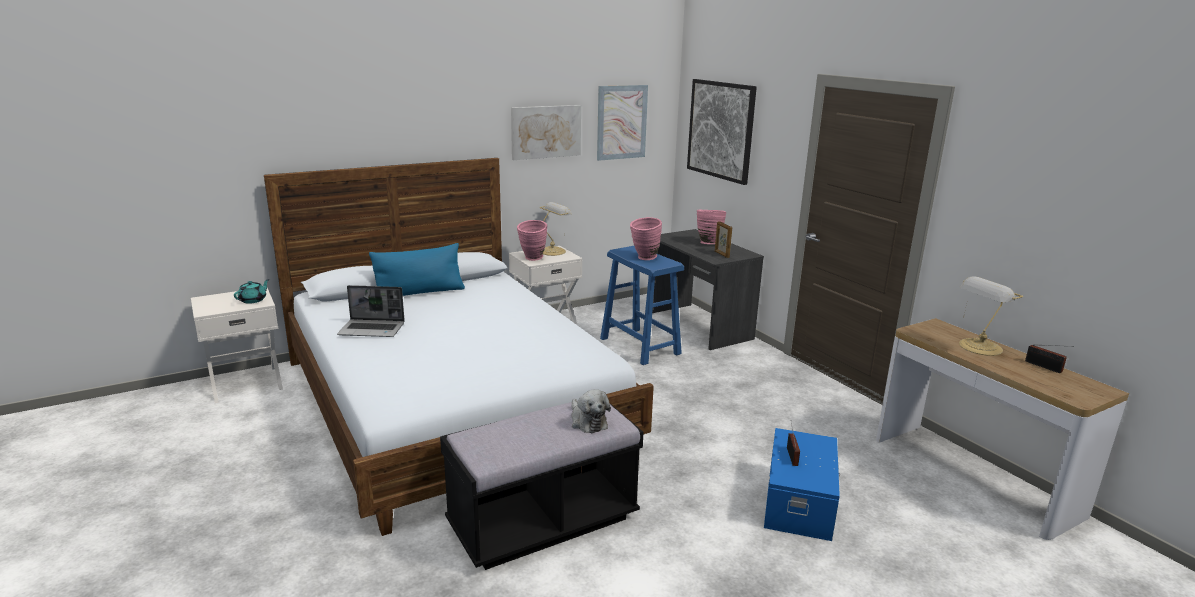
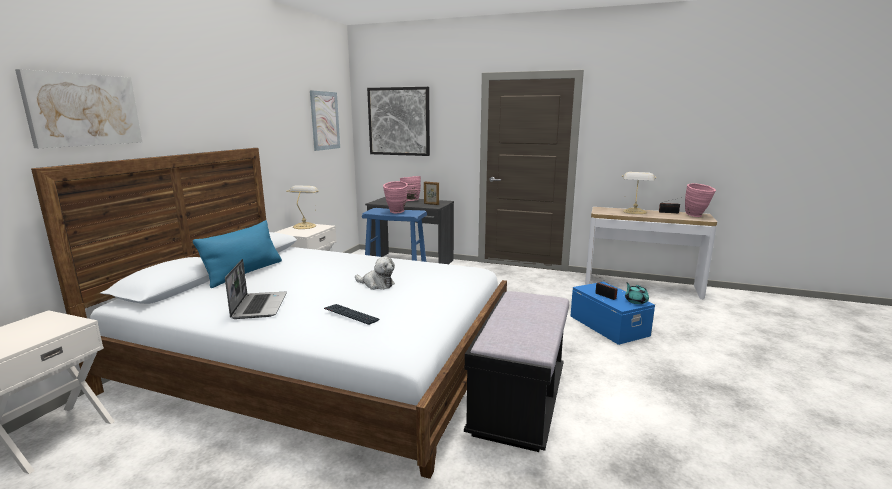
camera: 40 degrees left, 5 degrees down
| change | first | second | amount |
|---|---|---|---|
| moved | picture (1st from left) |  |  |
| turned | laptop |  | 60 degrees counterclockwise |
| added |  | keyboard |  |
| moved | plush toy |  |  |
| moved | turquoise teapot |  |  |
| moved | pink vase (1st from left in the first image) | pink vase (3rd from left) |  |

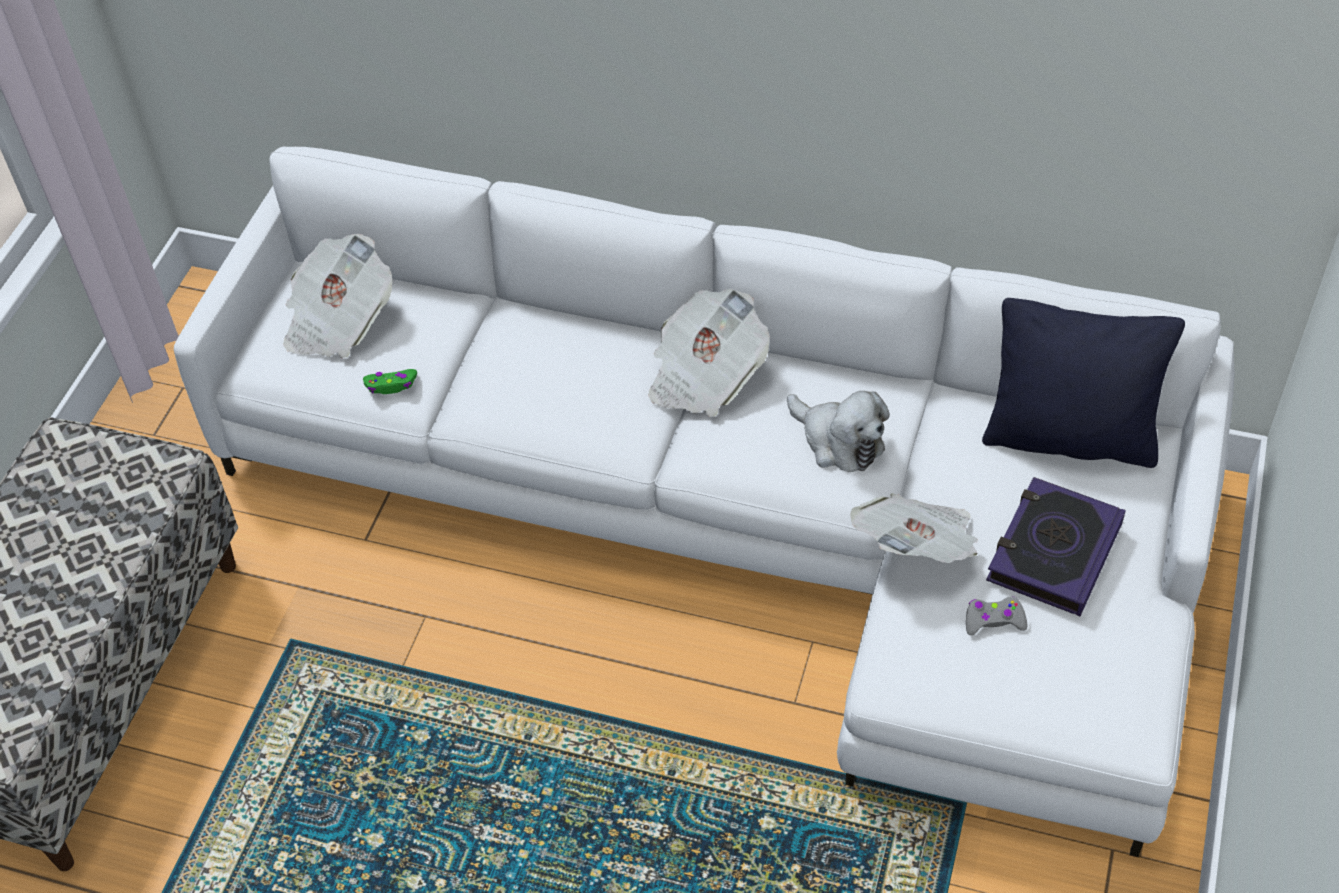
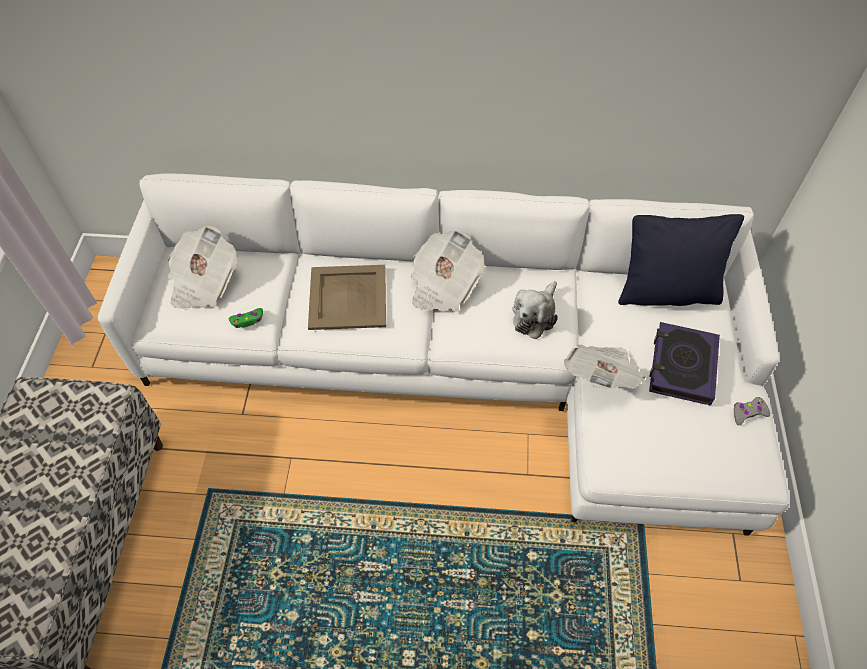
camera: 15 degrees left, 5 degrees up
| change | first | second | amount |
|---|---|---|---|
| added |  | beige tray |  |
| turned | plush toy |  | 90 degrees clockwise |
| moved | grey game controller |  |  |

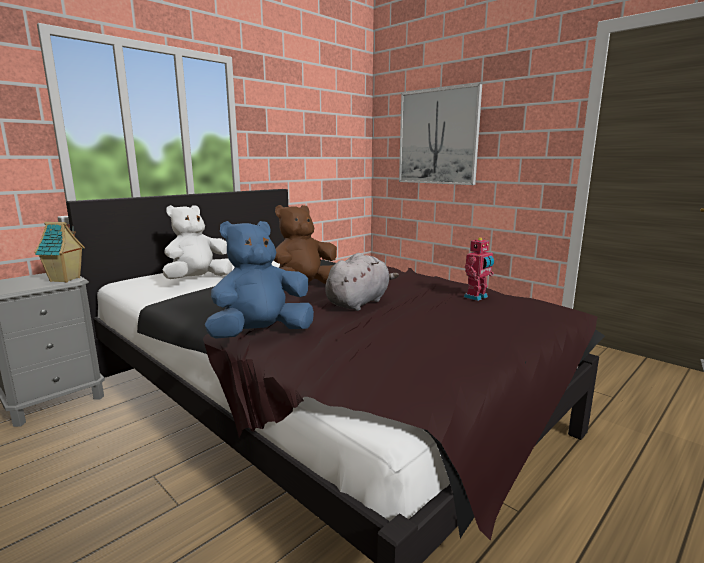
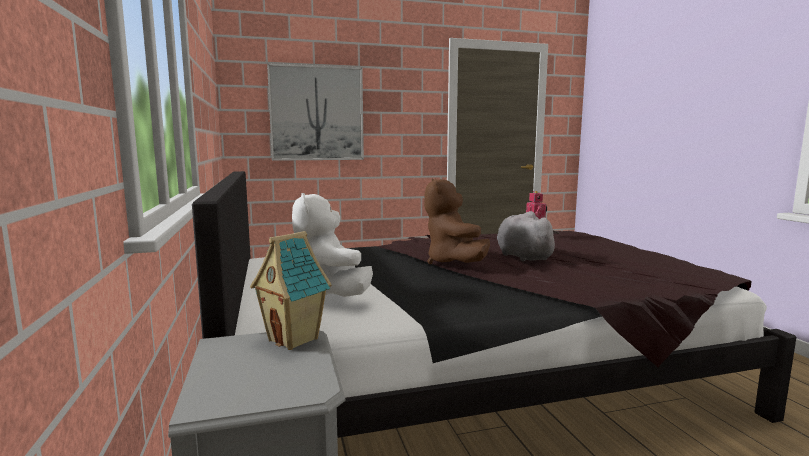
camera: 60 degrees left, 5 degrees down
| change | first | second | amount |
|---|---|---|---|
| removed | blue plush toy |  |  |

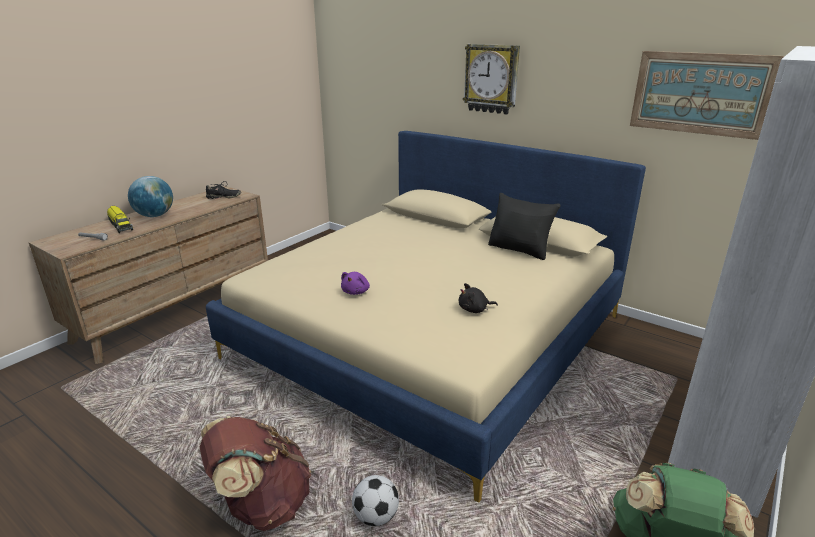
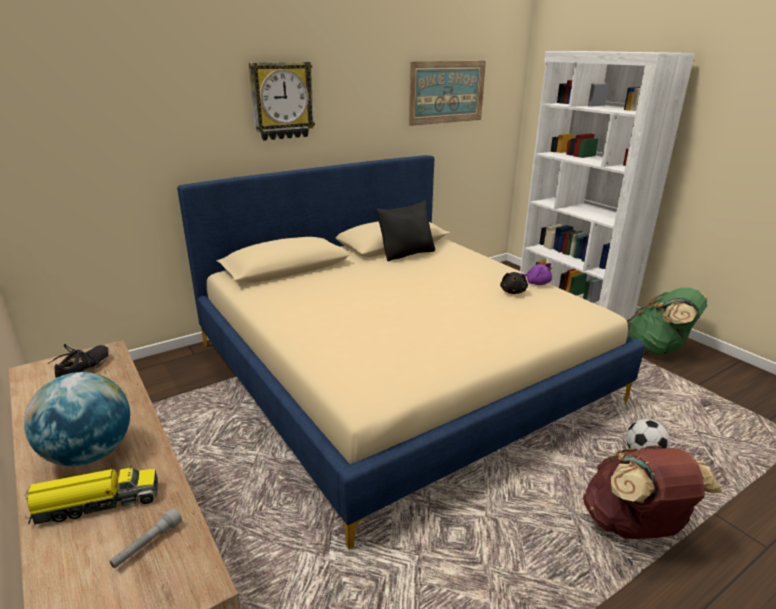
camera: 70 degrees left, 0 degrees up
| change | first | second | amount |
|---|---|---|---|
| moved | purple plush toy |  |  |

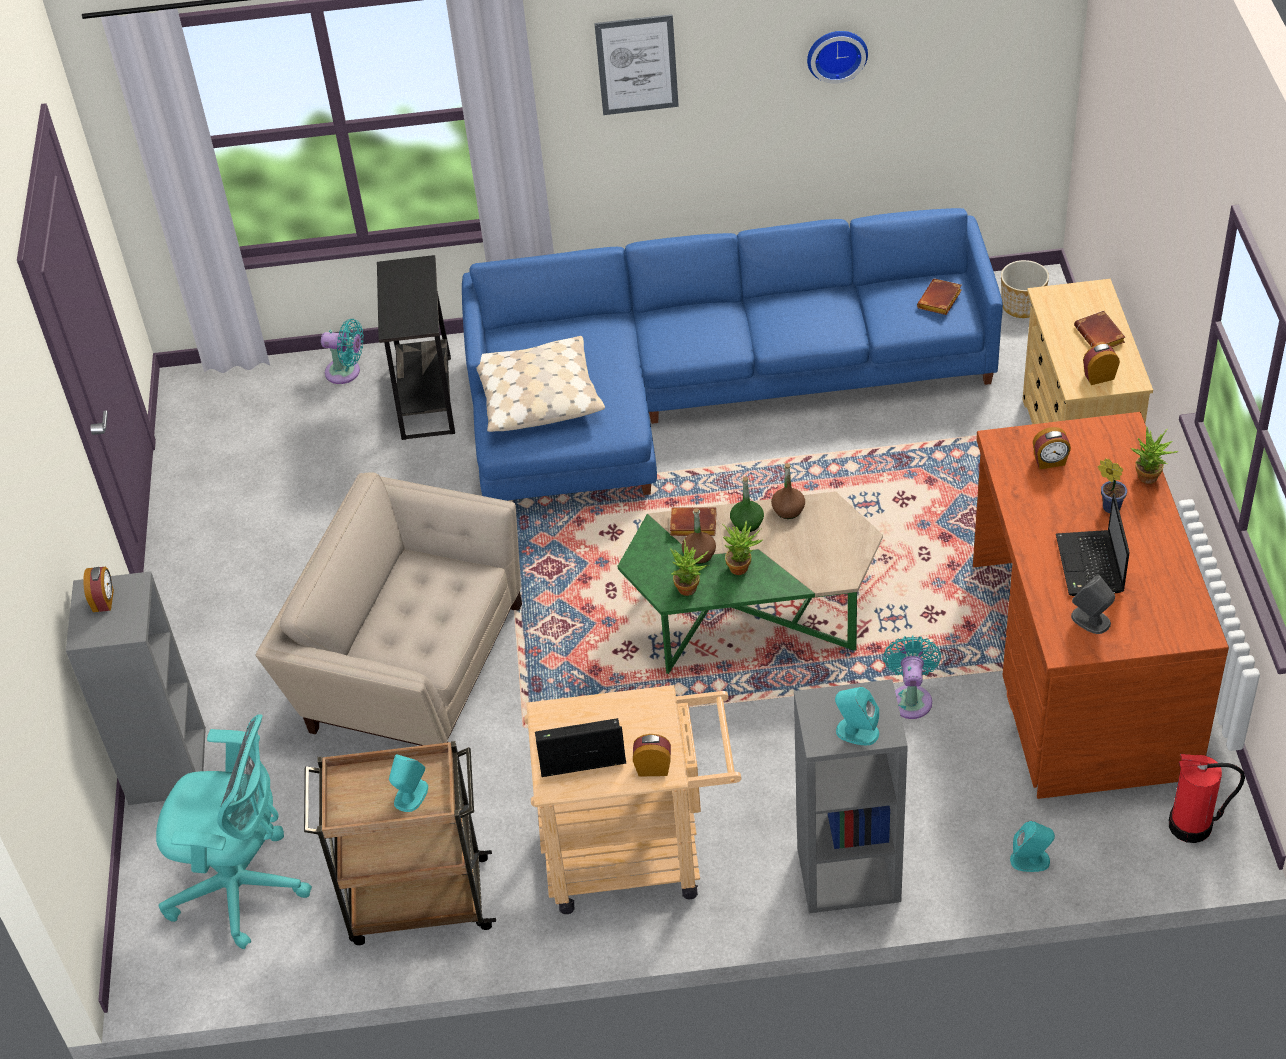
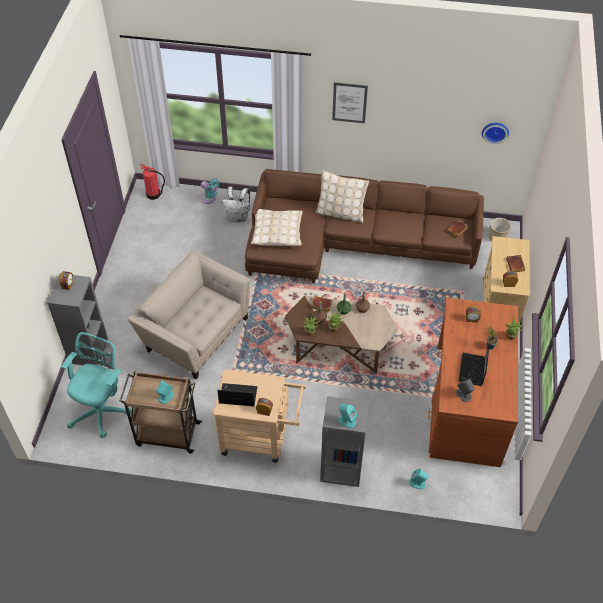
camera: 10 degrees right, 5 degrees up
| change | first | second | amount |
|---|---|---|---|
| turned | turquoise office chair |  | 90 degrees counterclockwise |
| moved | fire extinguisher |  |  |
| replaced | black side table | white backpack |  |
| recoloured | blue sofa | brown sofa |  |
| recoloured | green coffee table | brown coffee table |  |
| added |  | beige pillow (2nd from left) |  |
| moved | wall clock |  |  |
| removed | turquoise fan (2nd from left) |  |  |

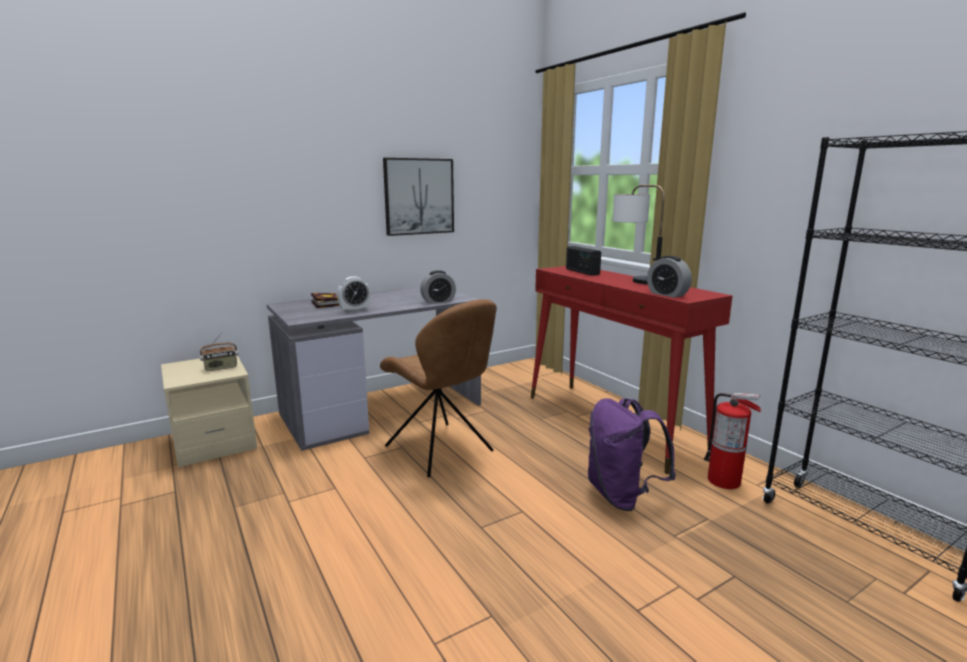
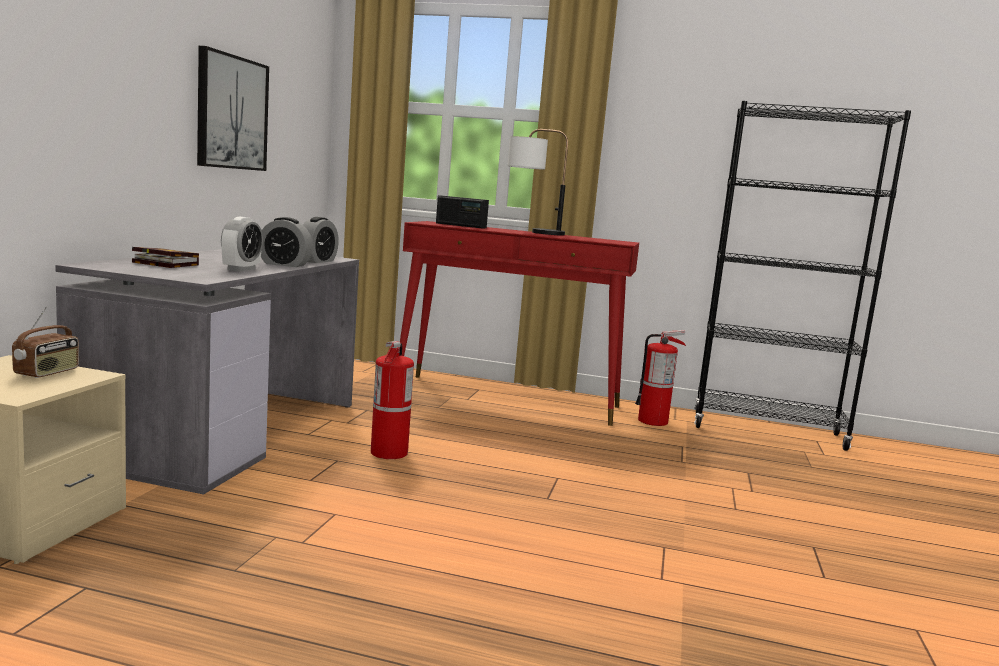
camera: 45 degrees left, 5 degrees down
| change | first | second | amount |
|---|---|---|---|
| moved | alarm clock (3rd from left in the first image) | alarm clock (2nd from left) |  |
| replaced | brown chair | fire extinguisher (1st from left) |  |
| removed | purple backpack |  |  |

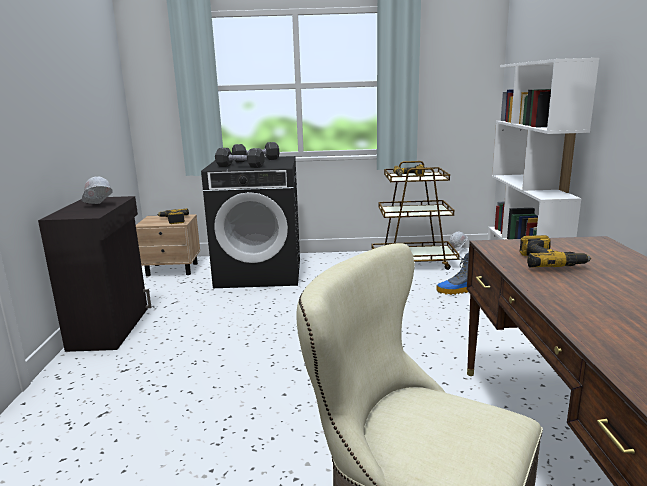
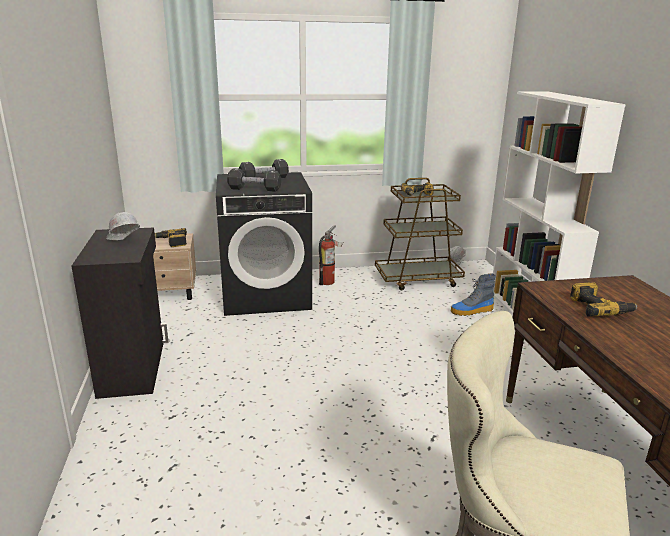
camera: 10 degrees left, 5 degrees up
| change | first | second | amount |
|---|---|---|---|
| added |  | fire extinguisher |  |

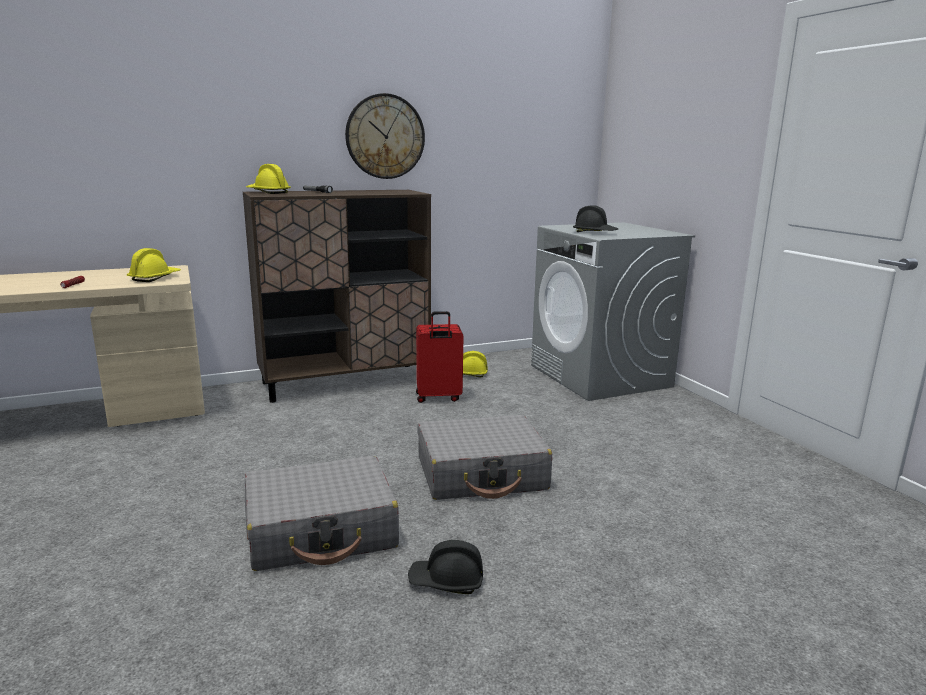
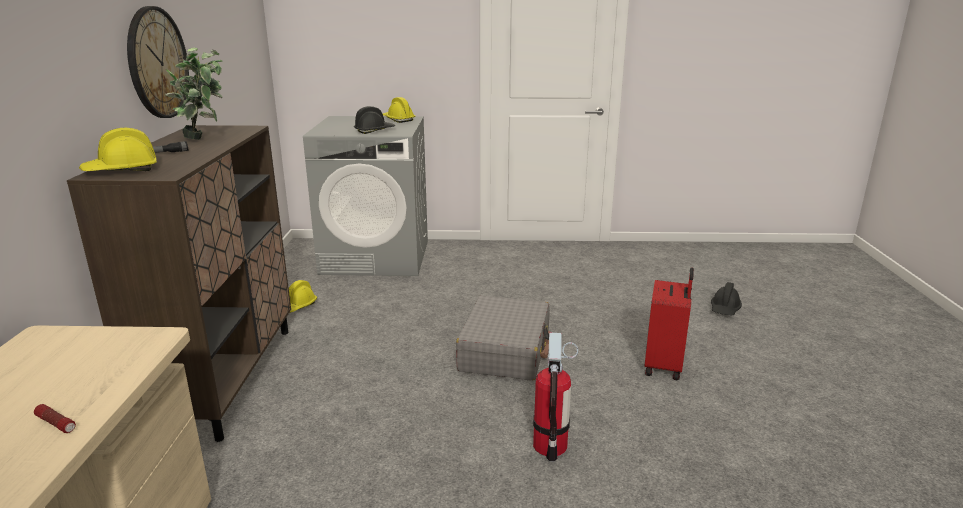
camera: 65 degrees left, 5 degrees up
| change | first | second | amount |
|---|---|---|---|
| added |  | potted plant |  |
| moved | yellow hard hat (1st from left in the first image) | yellow hard hat (3rd from left) |  |
| replaced | grey suitcase (1st from left) | fire extinguisher |  |
| moved | red suitcase |  |  |
| moved | black hard hat (1st from left in the first image) | black hard hat (2nd from left) |  |

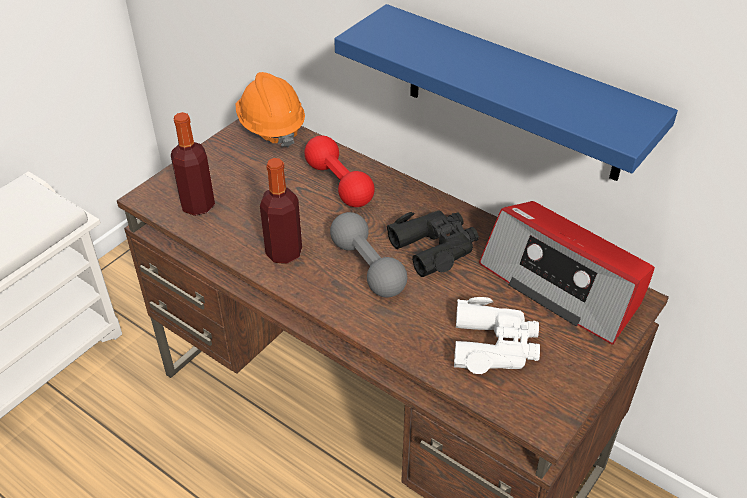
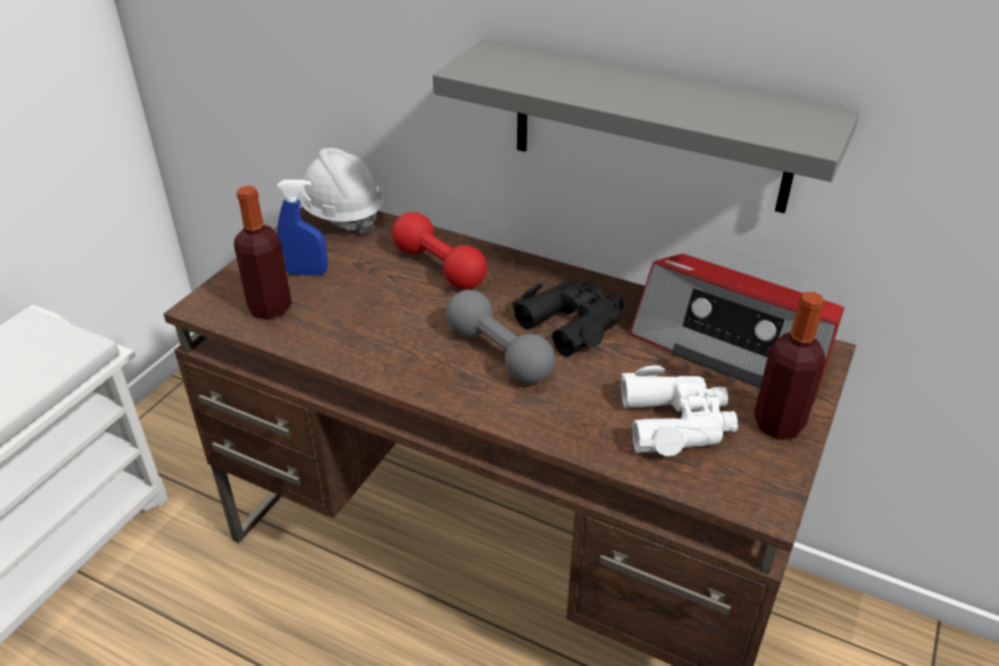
camera: 10 degrees left, 5 degrees down
| change | first | second | amount |
|---|---|---|---|
| added |  | blue spray bottle |  |
| recoloured | orange hard hat | white hard hat |  |
| recoloured | blue shelf | grey shelf |  |
| moved | bottle (2nd from left) |  |  |

